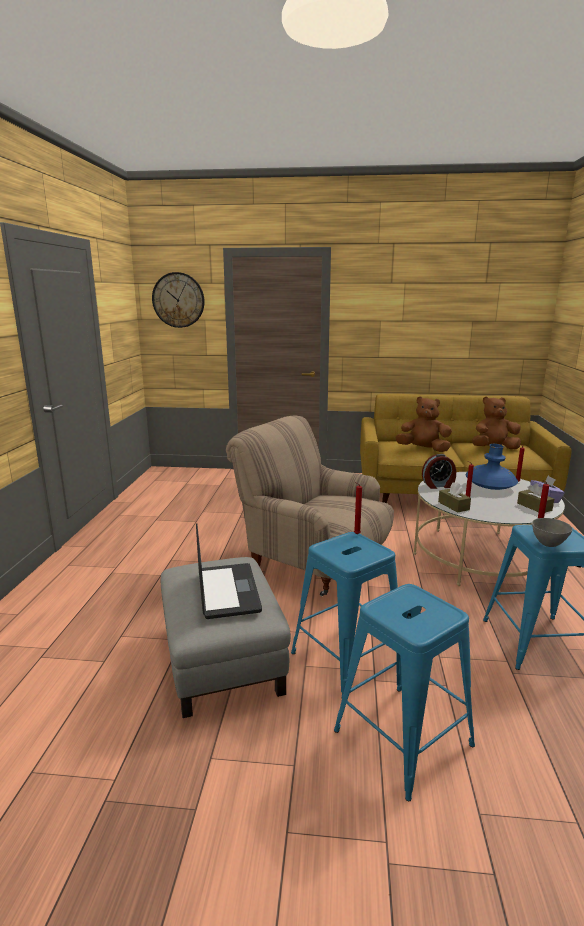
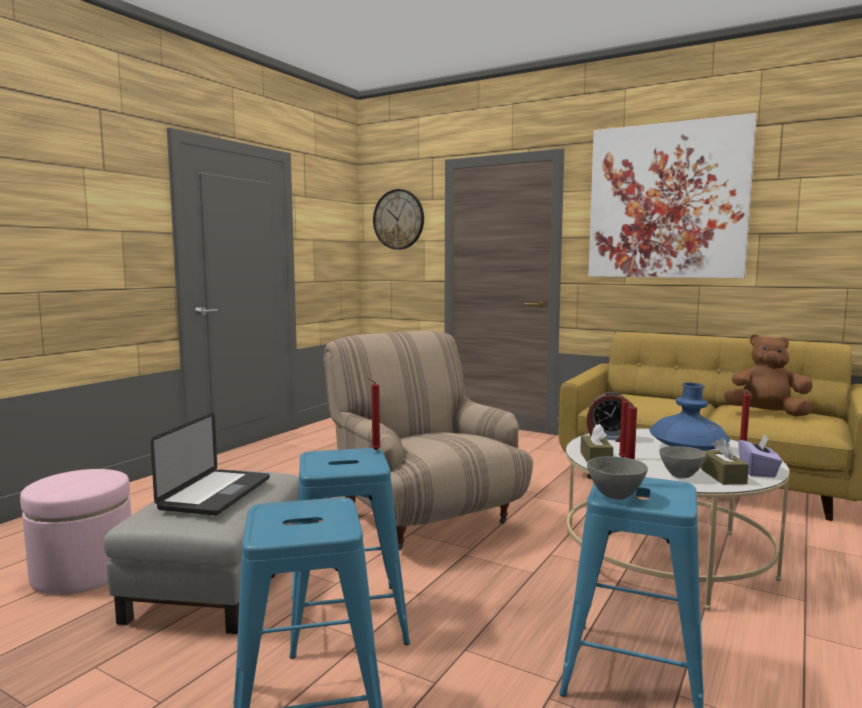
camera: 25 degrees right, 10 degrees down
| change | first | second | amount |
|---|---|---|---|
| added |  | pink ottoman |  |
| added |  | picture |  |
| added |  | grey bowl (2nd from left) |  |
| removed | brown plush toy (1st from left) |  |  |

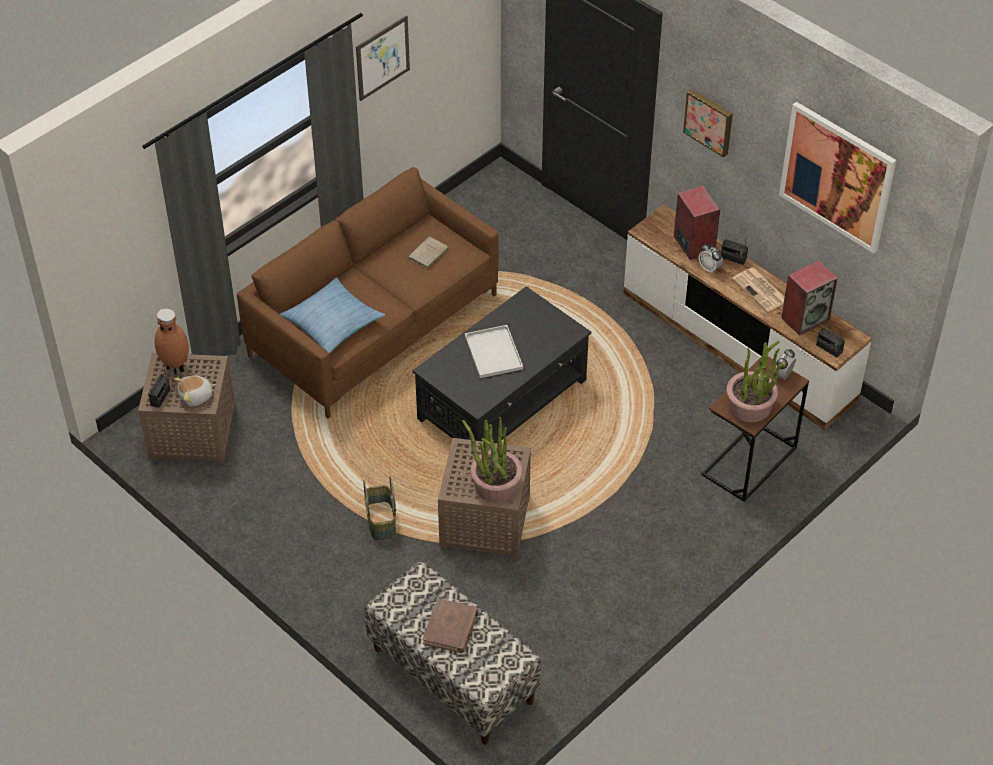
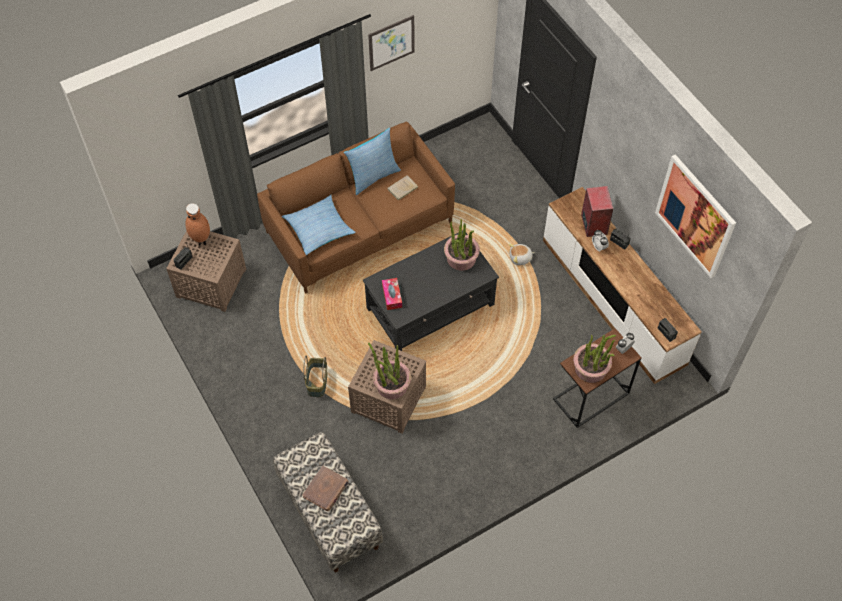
camera: 15 degrees right, 10 degrees up
| change | first | second | amount |
|---|---|---|---|
| added |  | pillow (2nd from left) |  |
| added |  | tissue box |  |
| added |  | potted plant (2nd from left) |  |
| moved | plush toy |  |  |
| removed | white tray |  |  |
| removed | picture (2nd from left) |  |  |
| removed | newspaper |  |  |
| removed | speaker (2nd from left) |  |  |

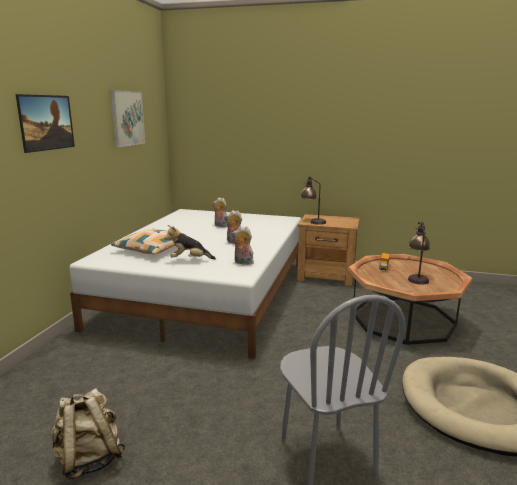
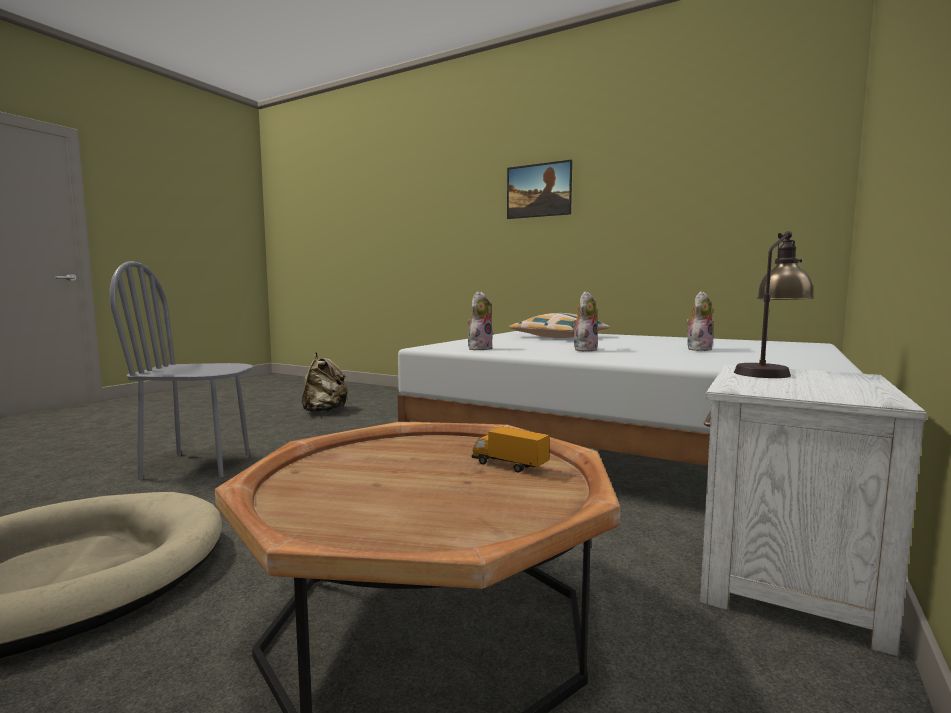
camera: 105 degrees right, 10 degrees down
| change | first | second | amount |
|---|---|---|---|
| recoloured | brown nightstand | white nightstand |  |
| removed | picture (2nd from left) |  |  |
| removed | plush toy (1st from left) |  |  |
| removed | table lamp (2nd from left) |  |  |

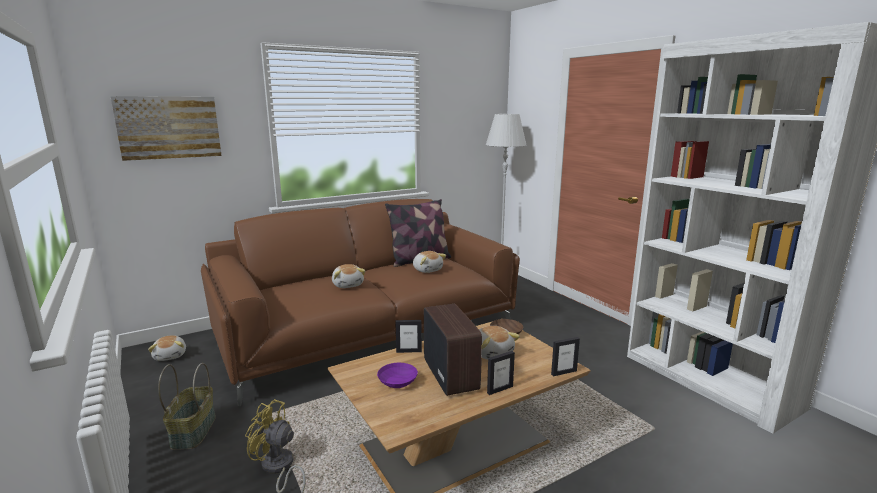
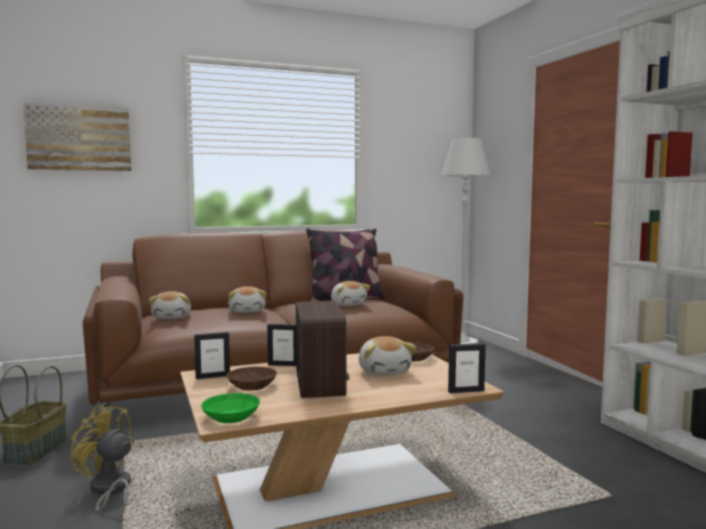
camera: 10 degrees right, 10 degrees down
| change | first | second | amount |
|---|---|---|---|
| moved | plush toy (1st from left) |  |  |
| moved | picture frame (2nd from left in the first image) | picture frame (1st from left) |  |
| added |  | green bowl |  |
| recoloured | purple bowl | brown bowl (1st from left) |  |

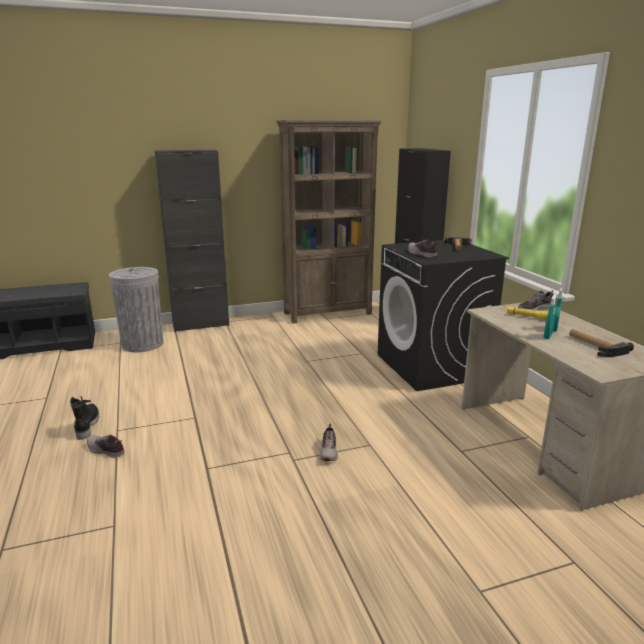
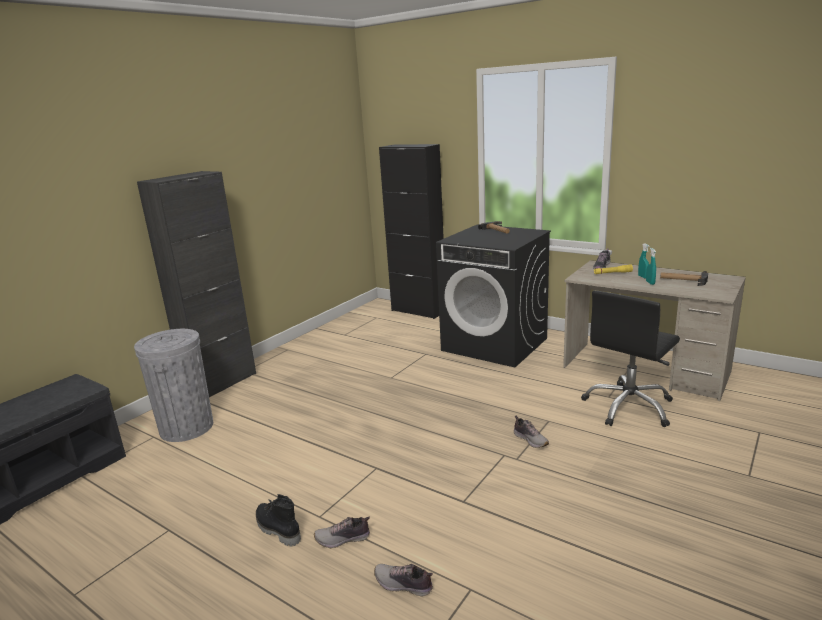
camera: 35 degrees left, 0 degrees up
| change | first | second | amount |
|---|---|---|---|
| moved | shoe (3rd from left in the first image) | shoe (2nd from left) |  |
| added |  | black office chair |  |
| removed | brown bookcase |  |  |

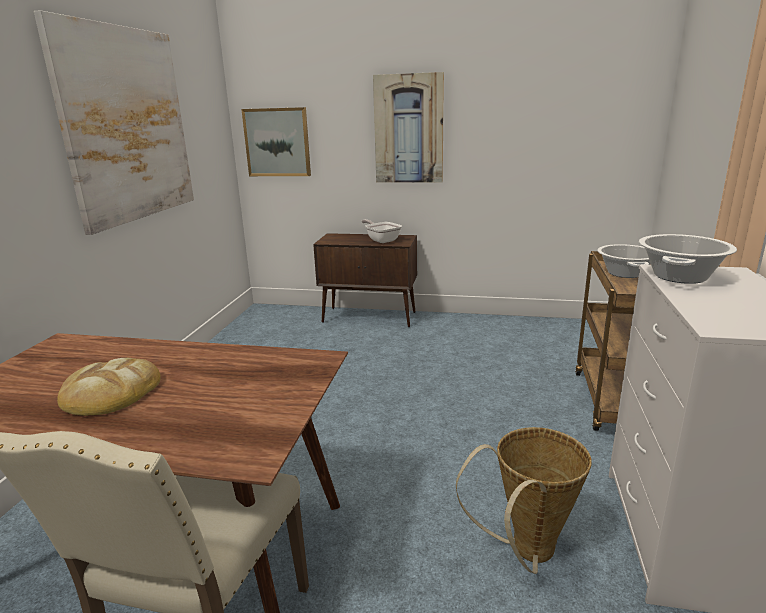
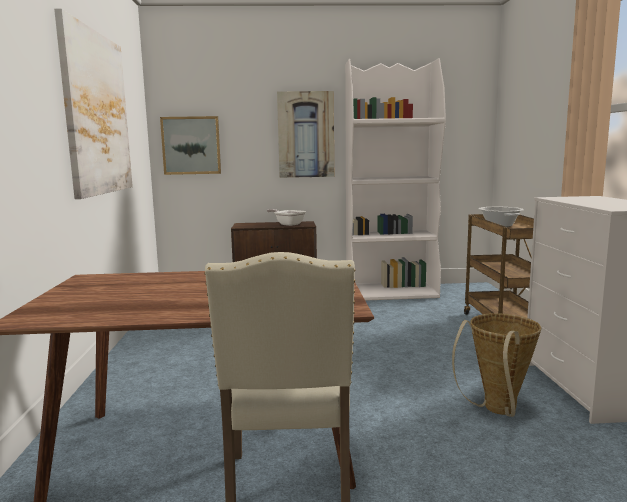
camera: 15 degrees left, 10 degrees down
| change | first | second | amount |
|---|---|---|---|
| added |  | white bookcase |  |
| removed | bread |  |  |
| removed | cooking pot (2nd from left) |  |  |

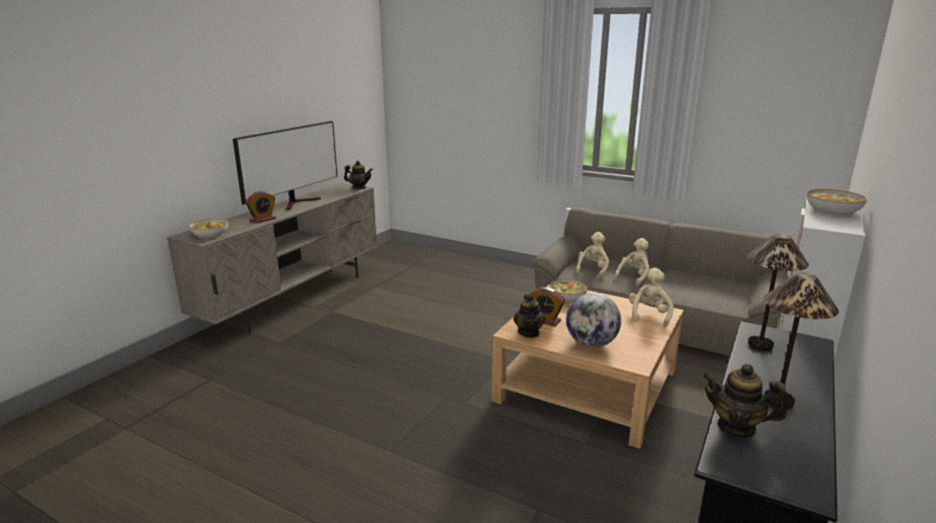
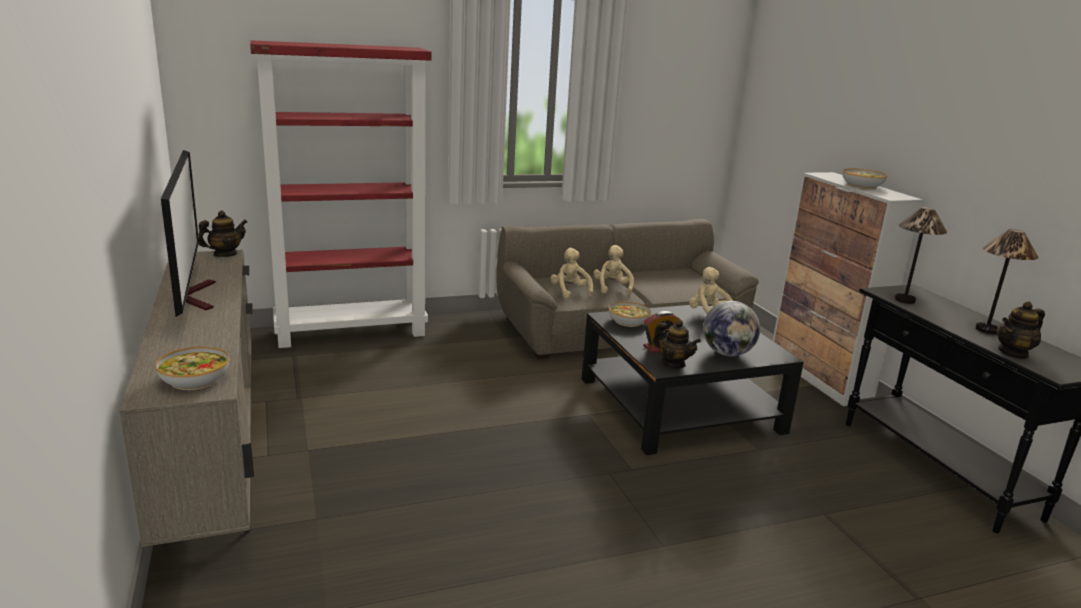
camera: 50 degrees left, 0 degrees up
| change | first | second | amount |
|---|---|---|---|
| added |  | red bookcase |  |
| recoloured | beige coffee table | black coffee table |  |
| removed | alarm clock (1st from left) |  |  |

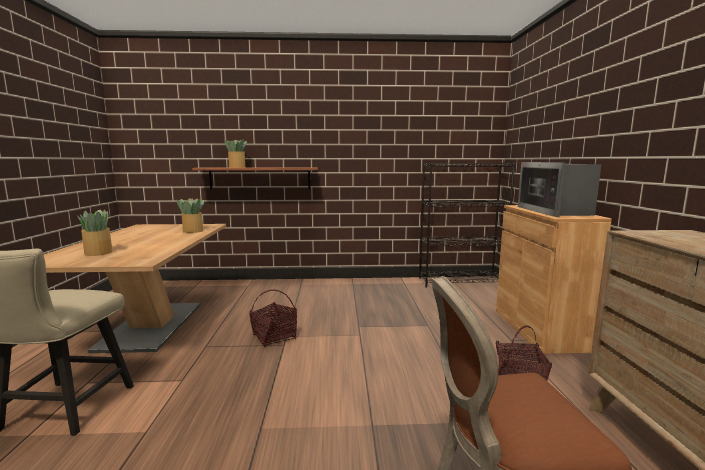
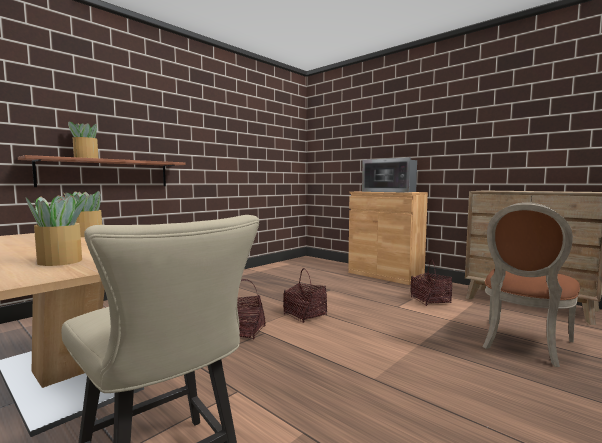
camera: 45 degrees left, 5 degrees down
| change | first | second | amount |
|---|---|---|---|
| added |  | basket (2nd from left) |  |
| removed | black bookcase |  |  |

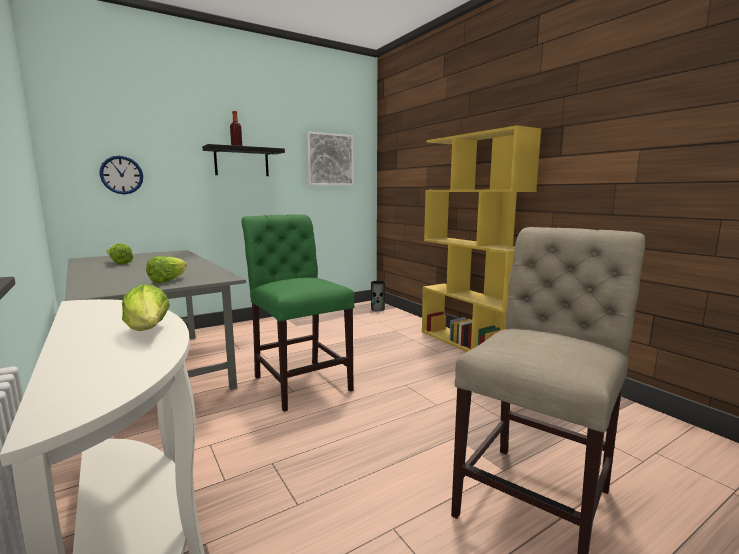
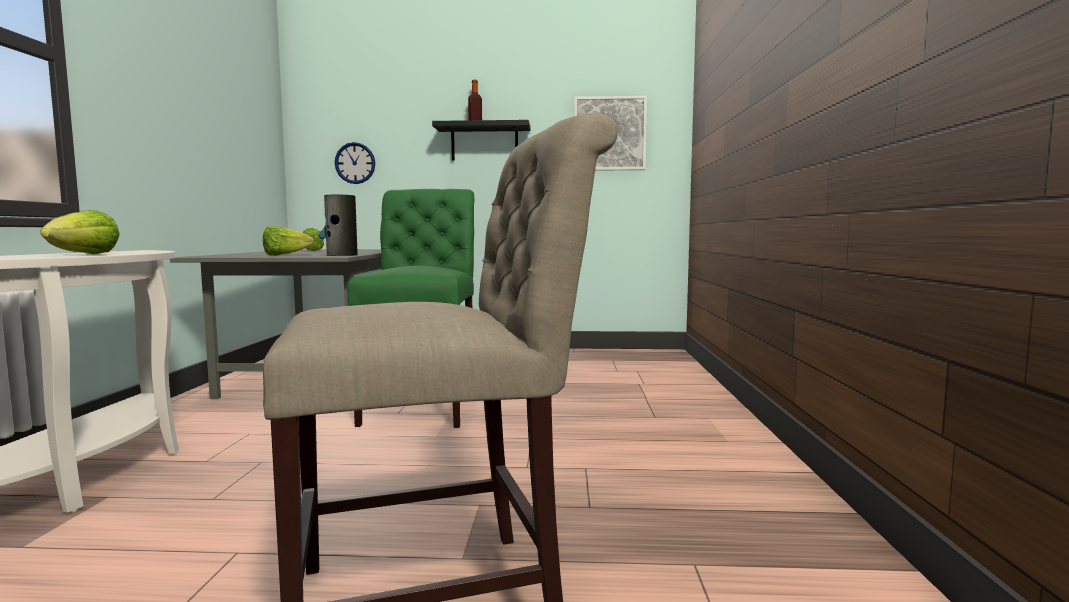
camera: 35 degrees right, 5 degrees down
| change | first | second | amount |
|---|---|---|---|
| moved | vase |  |  |
| removed | yellow bookcase |  |  |

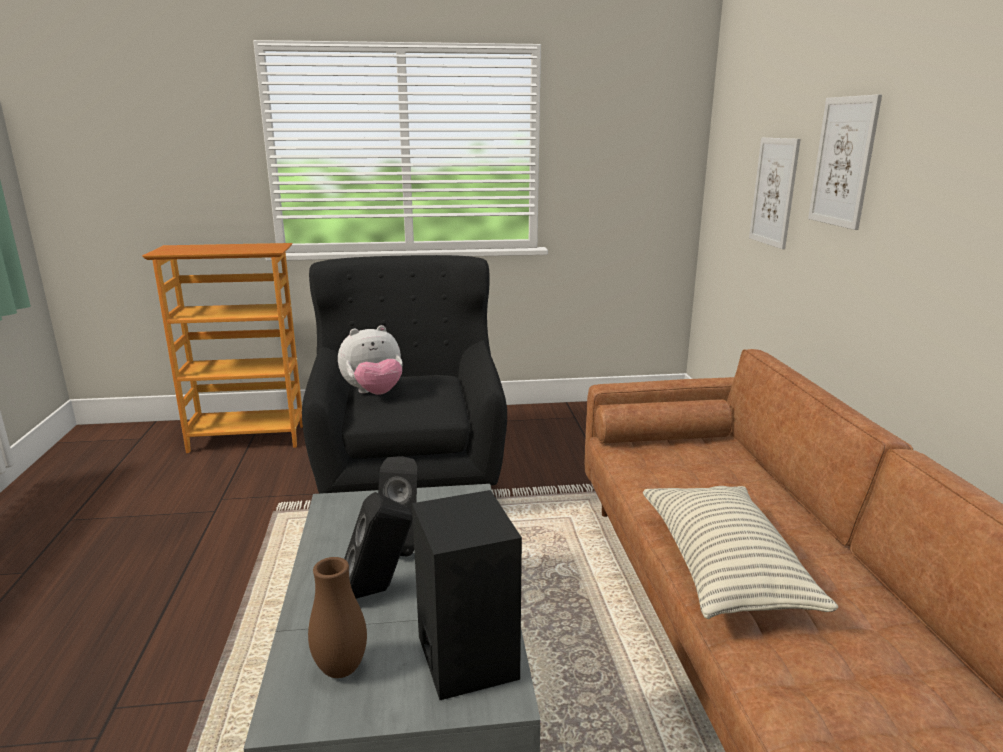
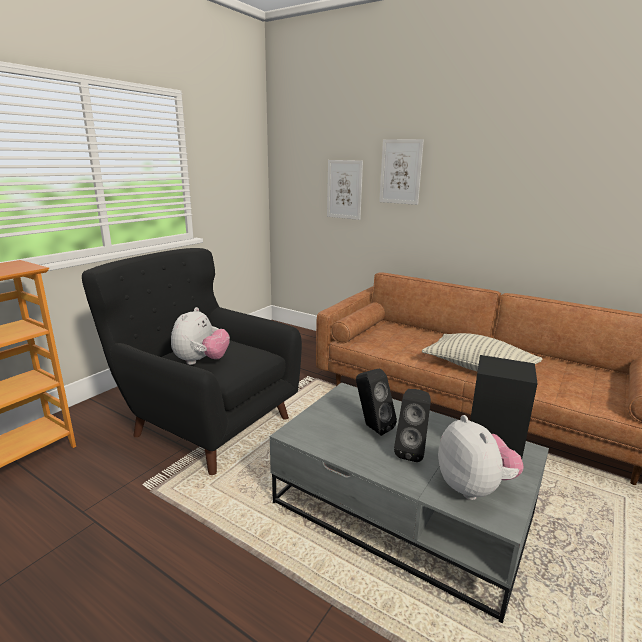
camera: 50 degrees left, 0 degrees up
| change | first | second | amount |
|---|---|---|---|
| replaced | brown vase | plush toy (2nd from left) |  |

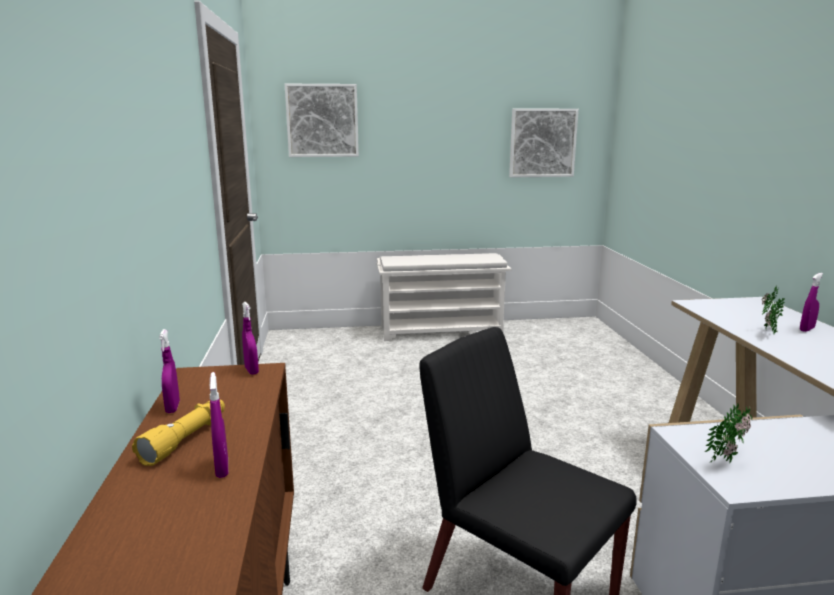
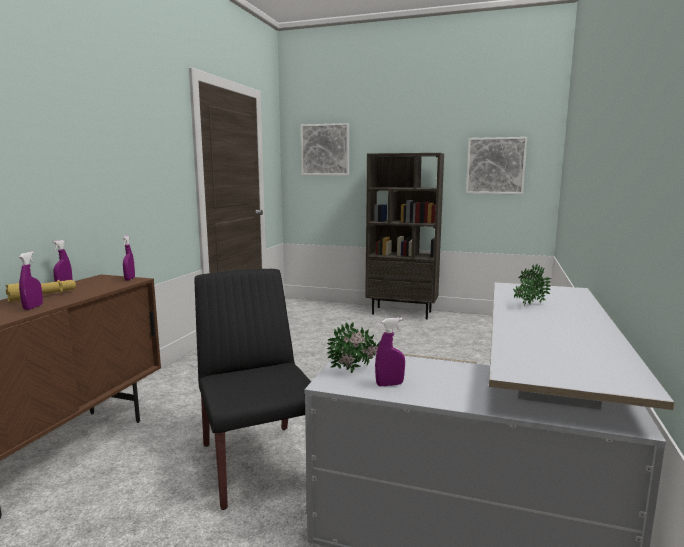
camera: 25 degrees right, 5 degrees down
| change | first | second | amount |
|---|---|---|---|
| replaced | white shoe rack | brown bookcase |  |
| moved | purple spray bottle (4th from left) |  |  |

